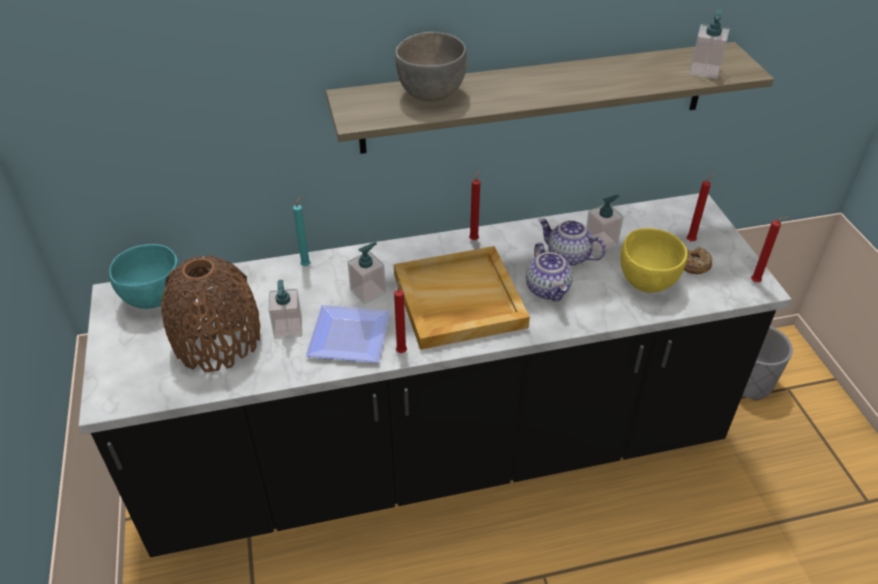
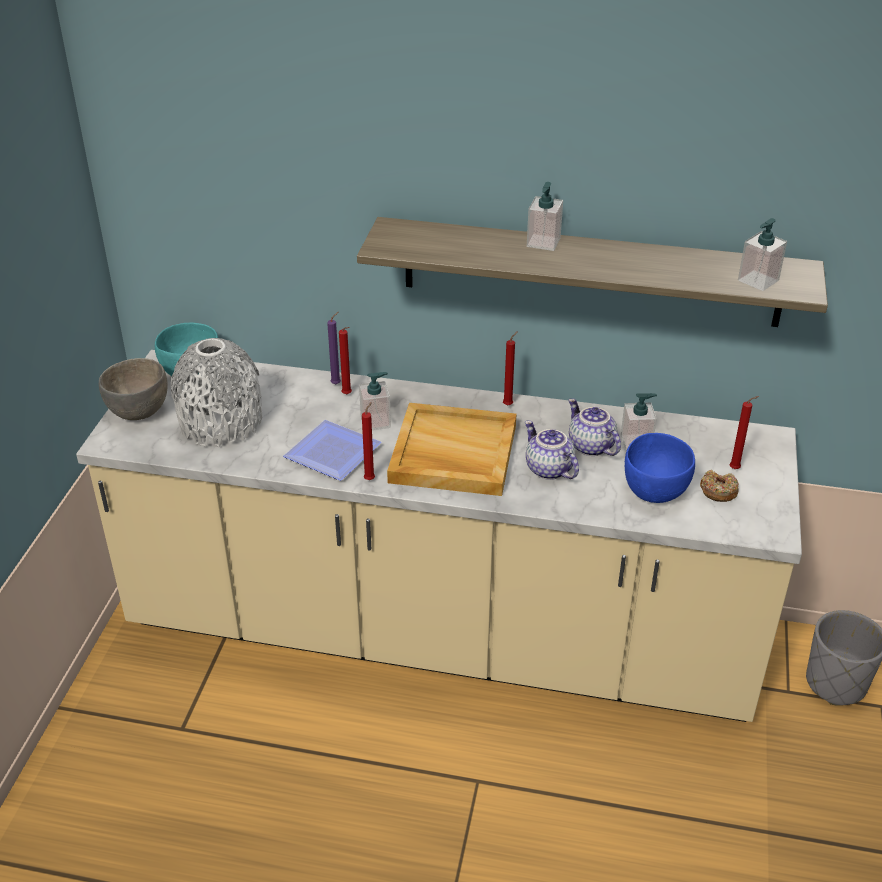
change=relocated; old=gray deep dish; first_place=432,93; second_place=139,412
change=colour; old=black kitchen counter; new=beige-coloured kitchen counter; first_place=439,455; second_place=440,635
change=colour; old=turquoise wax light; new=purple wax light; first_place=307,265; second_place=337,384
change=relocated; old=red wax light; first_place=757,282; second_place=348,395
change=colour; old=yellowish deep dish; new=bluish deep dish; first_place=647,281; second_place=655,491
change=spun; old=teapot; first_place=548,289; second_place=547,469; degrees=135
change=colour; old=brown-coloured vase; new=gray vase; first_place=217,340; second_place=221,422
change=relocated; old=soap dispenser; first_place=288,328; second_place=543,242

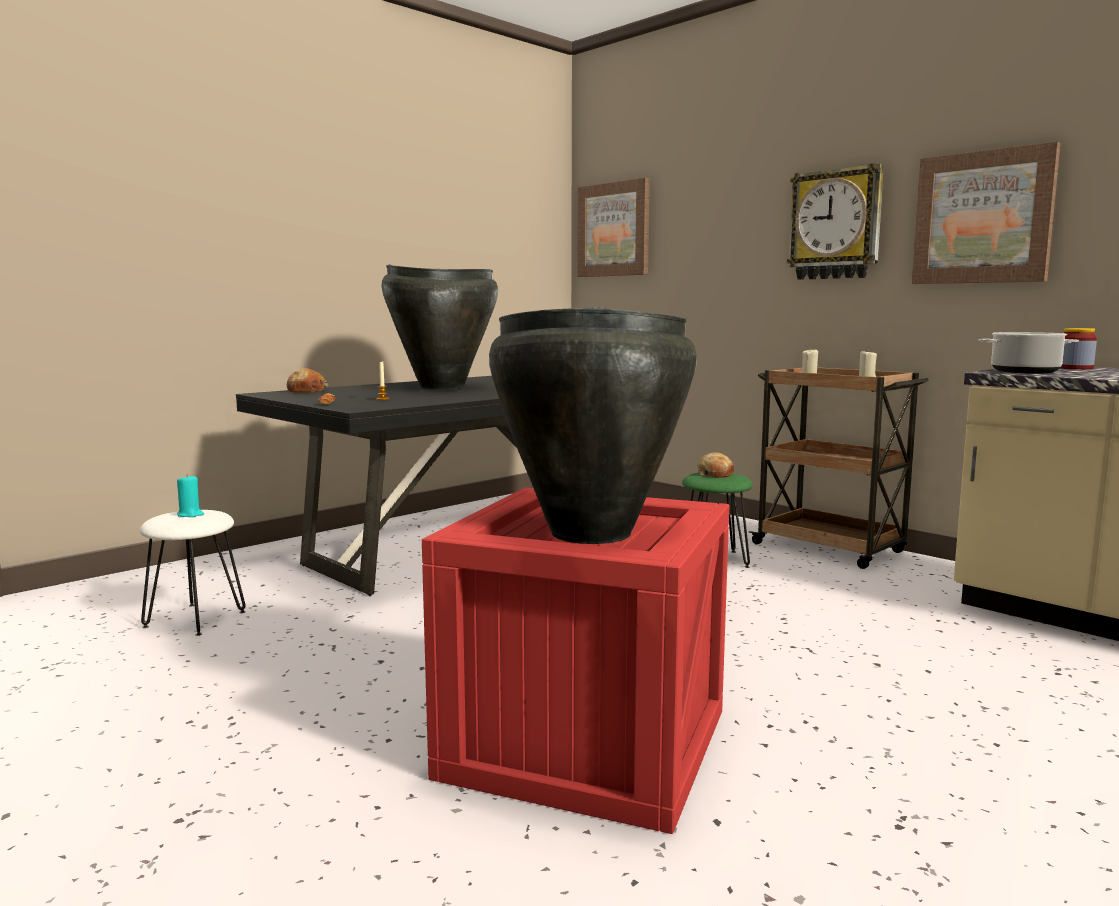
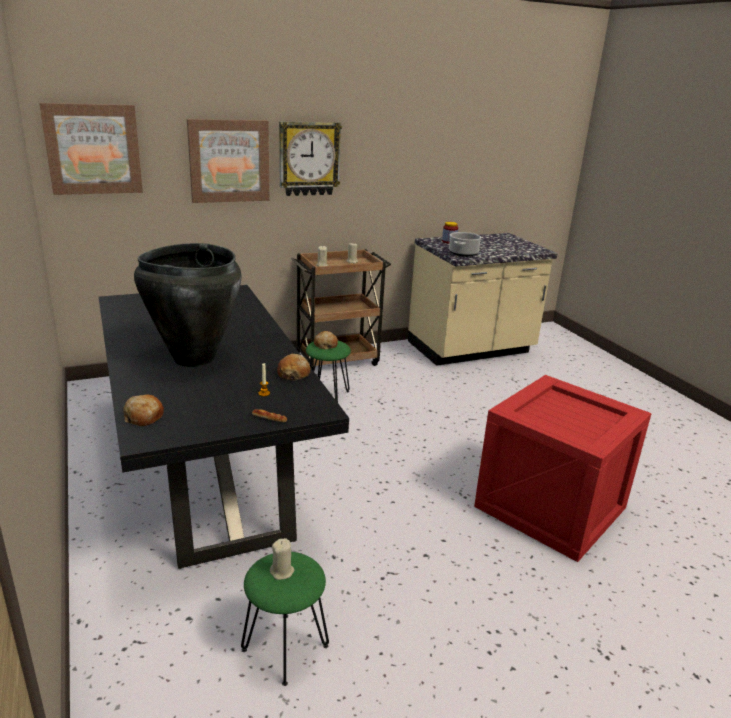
change=relocated; old=picture; first_place=983,218; second_place=229,161
change=missing; old=black vase; first_place=590,533
change=colour; old=turquoise wax light; new=beige-coloured wax light; first_place=190,515; second_place=282,572
change=colour; old=whitish sitting stool; new=green-coloured sitting stool; first_place=194,619; second_place=284,648
change=appeared; new=bread; second_place=293,374

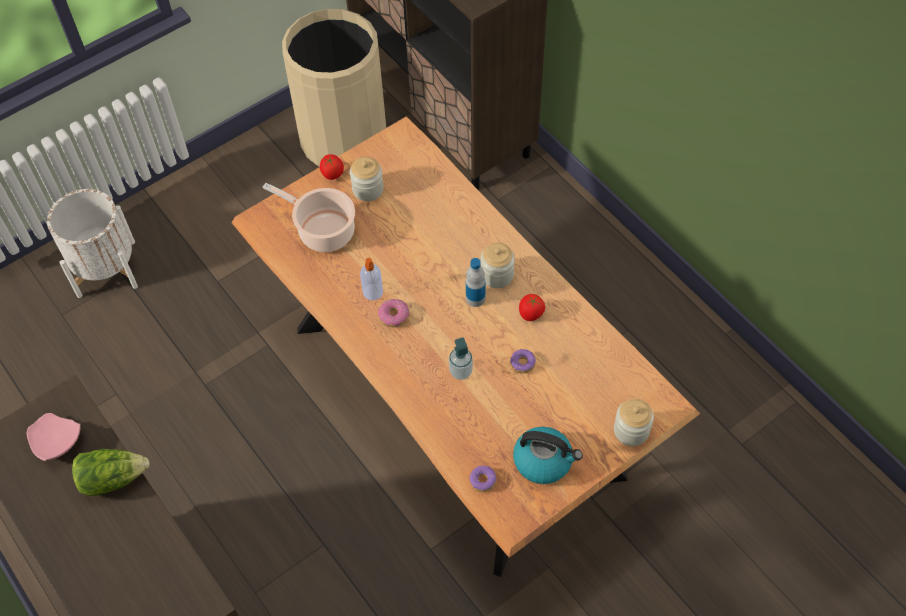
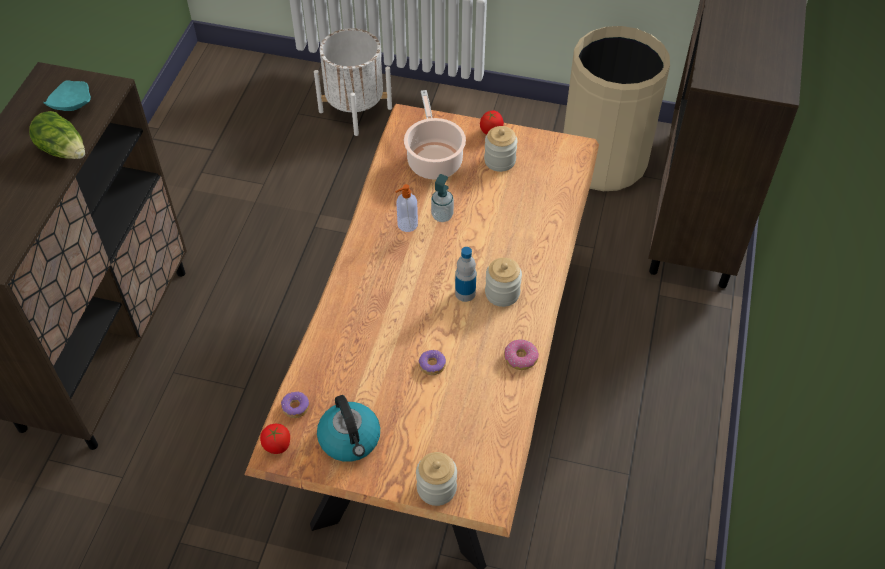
change=relocated; old=whole tomato; first_place=531,314; second_place=277,446
change=relocated; old=doughnut; first_place=394,316; second_place=520,358
change=relocated; old=soap dispenser; first_place=461,371; second_place=442,216
change=colour; old=pink flat dish; new=turquoise flat dish; first_place=56,443; second_place=70,105

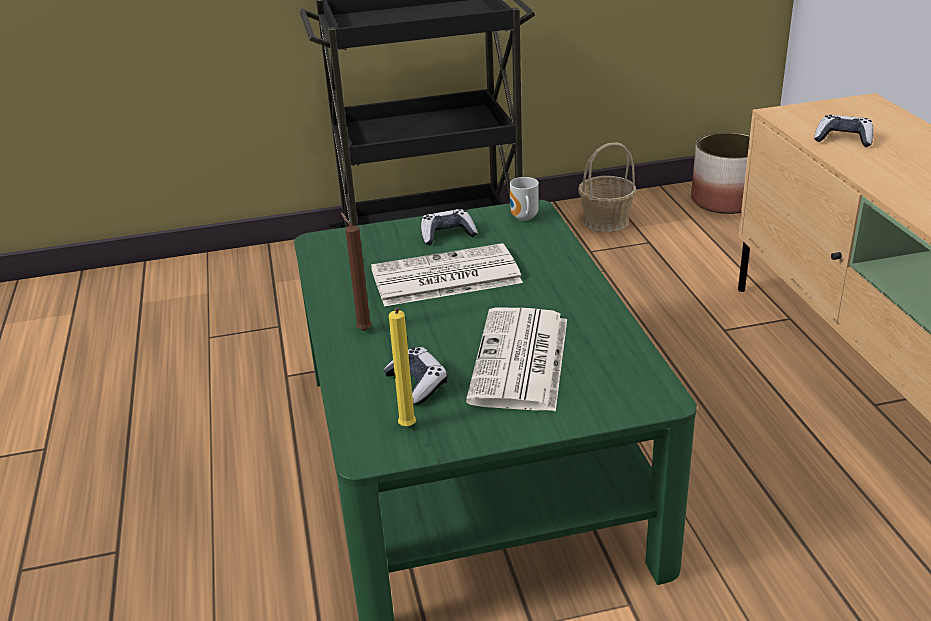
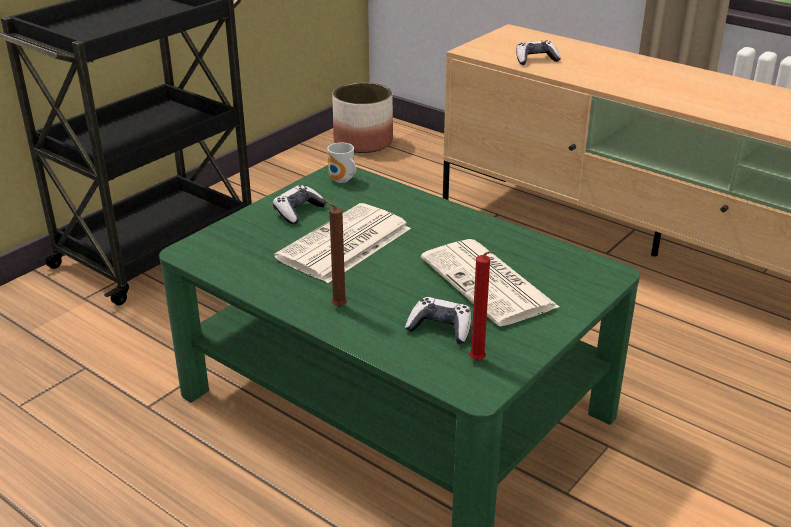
change=missing; old=storage basket; first_place=605,221
change=colour; old=yellowish wax light; new=red wax light; first_place=407,428; second_place=479,362

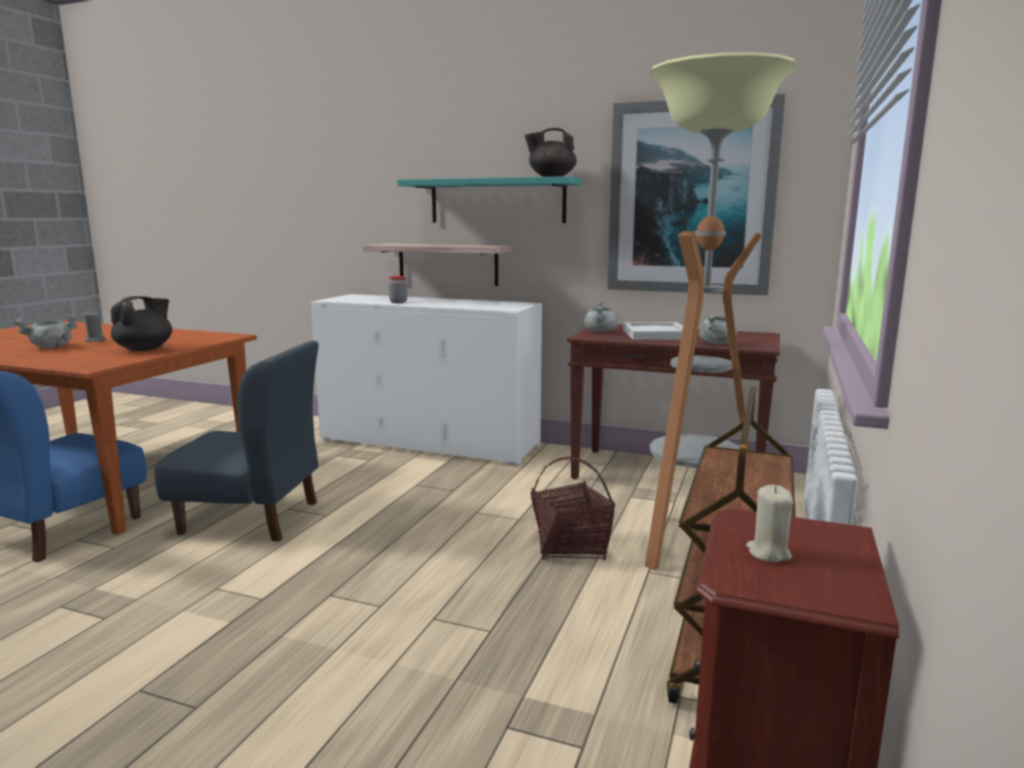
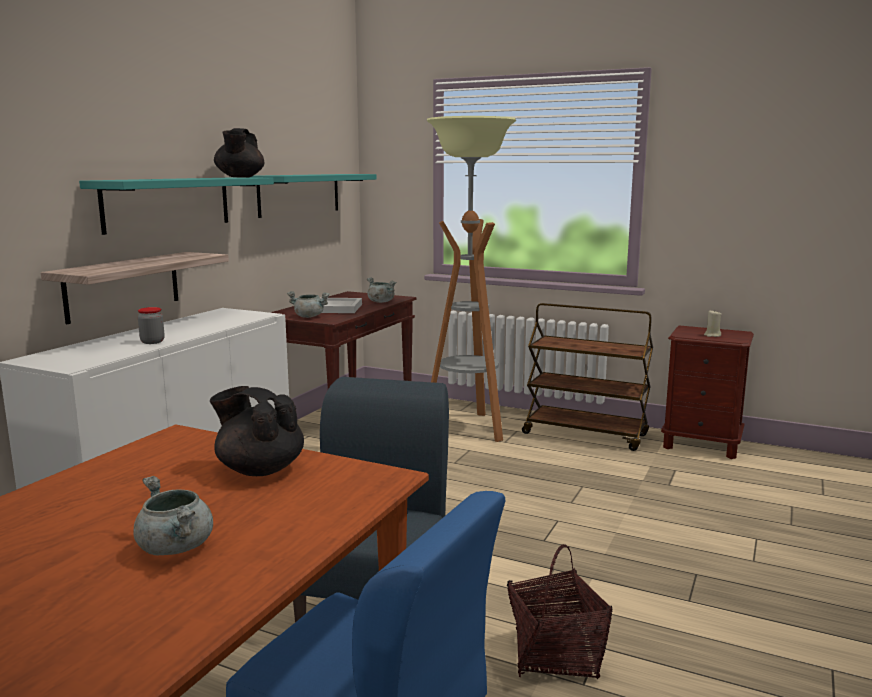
change=exchanged; old=picture; new=turquoise wall shelf; first_place=691,198; second_place=299,194
change=missing; old=gray wax light; first_place=95,340
change=relocated; old=storage basket; first_place=571,547; second_place=555,654

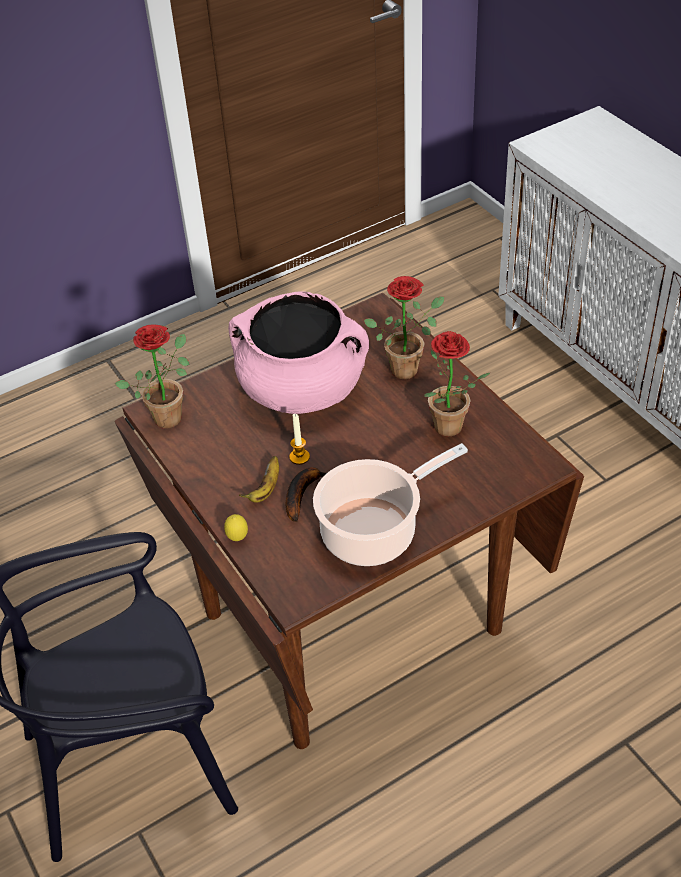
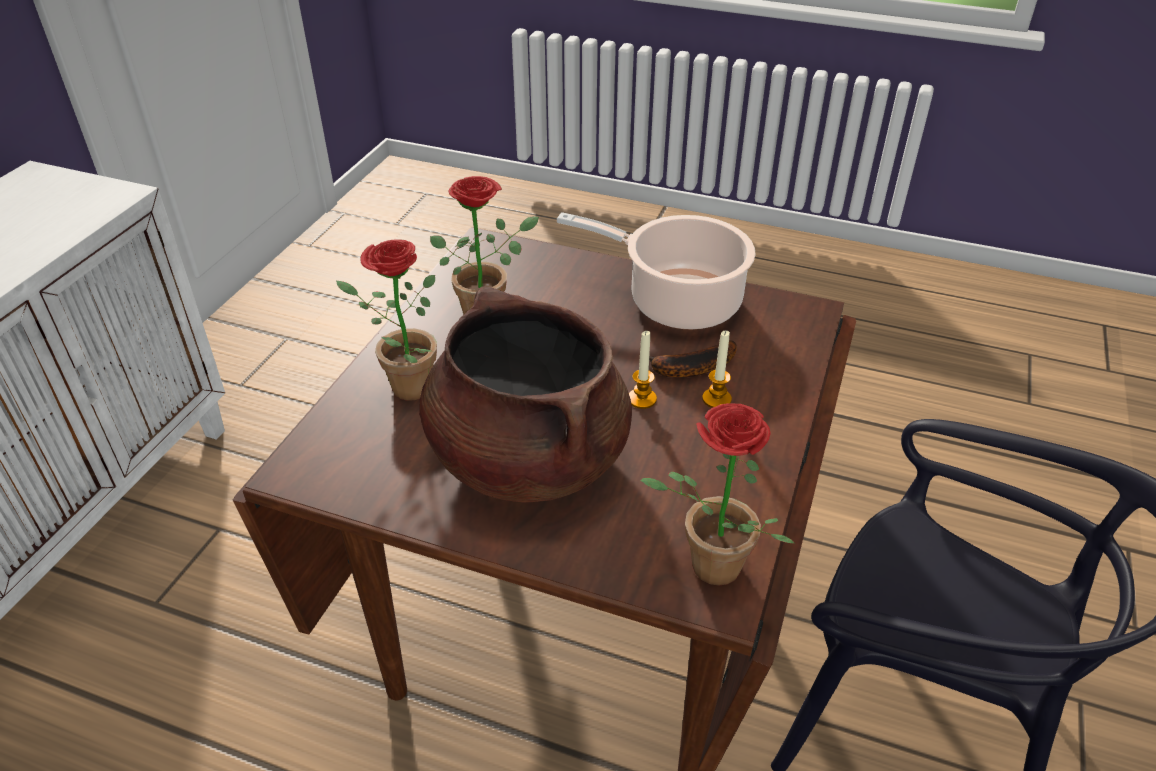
change=colour; old=pink cooking pot; new=brown-coloured cooking pot; first_place=303,389; second_place=527,458
change=exchanged; old=banana fruit; new=wax light; first_place=265,489; second_place=716,399
change=missing; old=citrus fruit; first_place=237,538

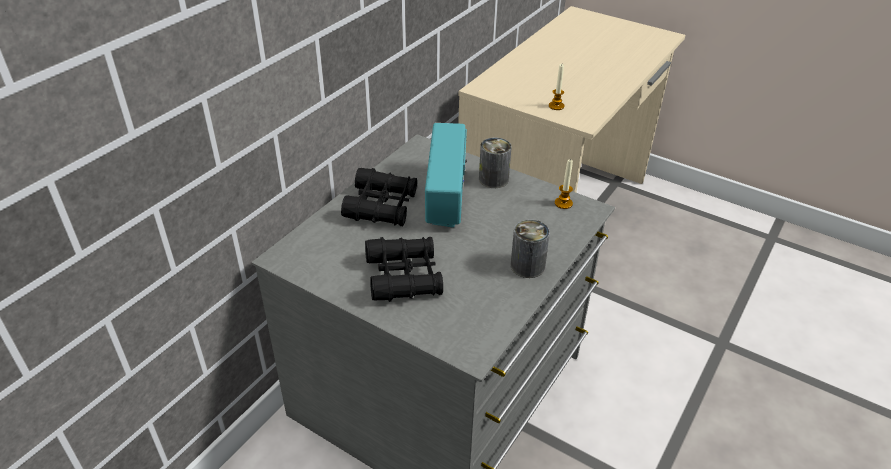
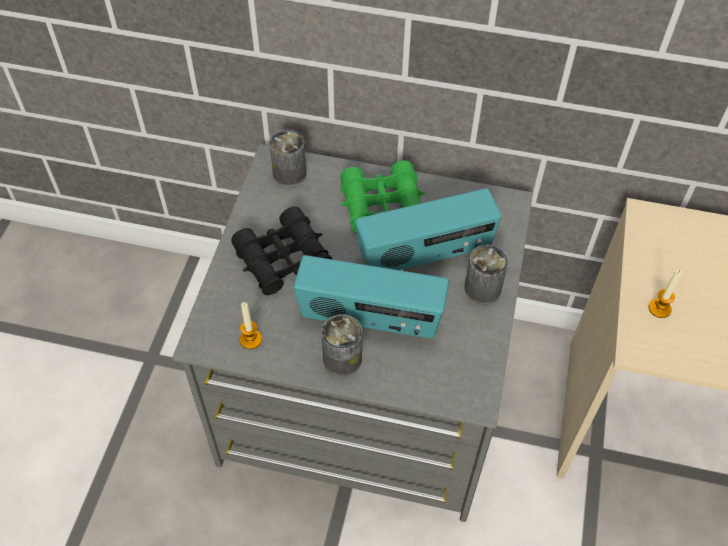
change=relocated; old=wax light; first_place=563,203; second_place=250,339
change=colour; old=black binoculars; new=green-coloured binoculars; first_place=381,206; second_place=382,205
change=appeared; new=can; second_place=289,173
change=appeared; new=radio; second_place=370,319

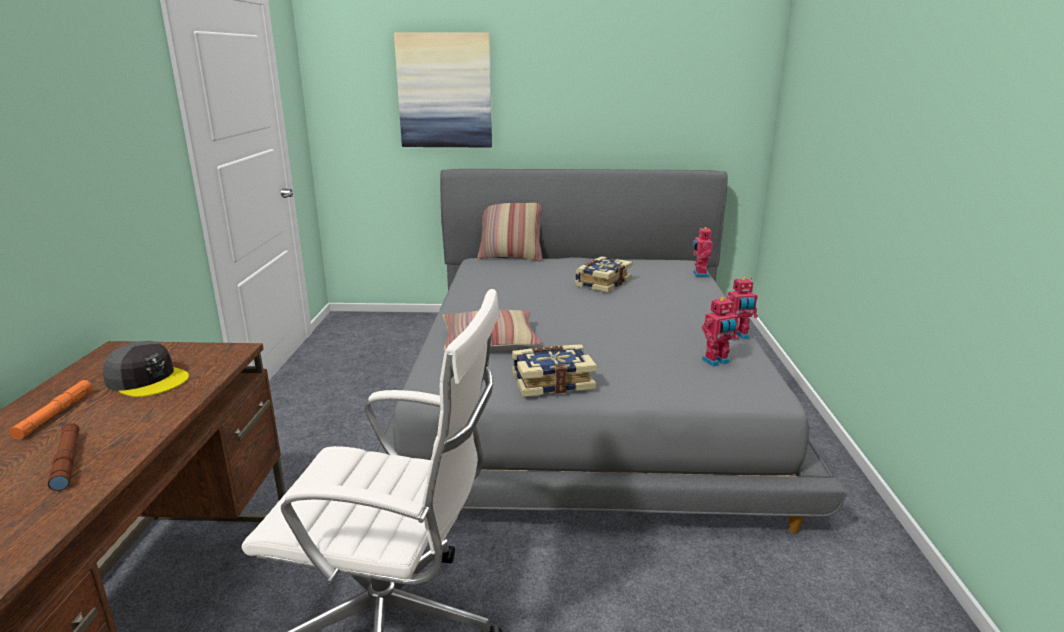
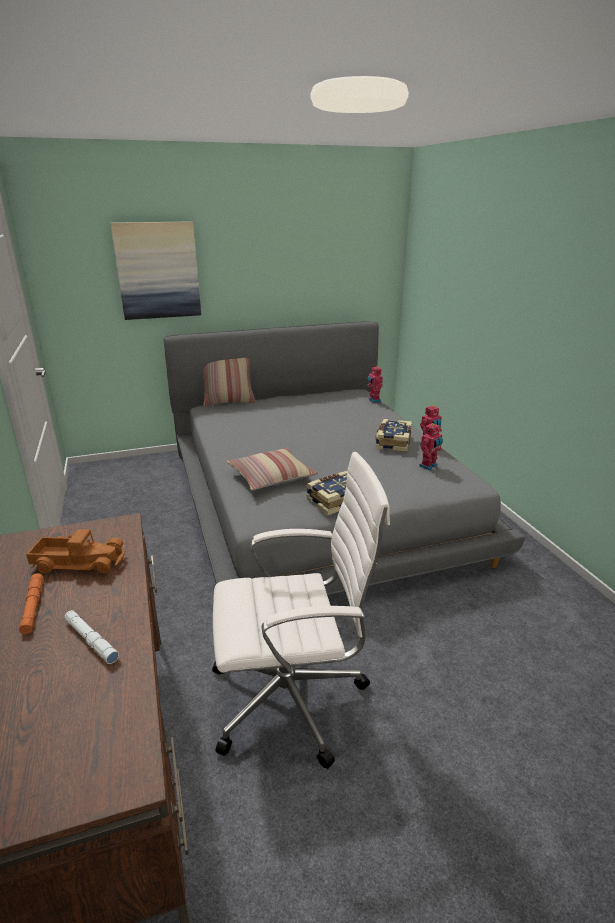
change=relocated; old=bound book; first_place=602,283; second_place=392,442
change=exchanged; old=gray baseball cap; new=model truck; first_place=148,380; second_place=79,561
change=colour; old=brown-coloured torch; new=whitish torch; first_place=67,461; second_place=91,640

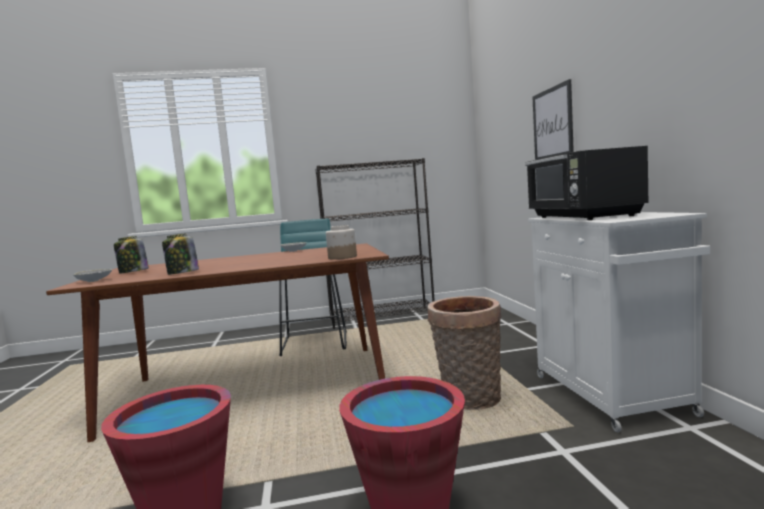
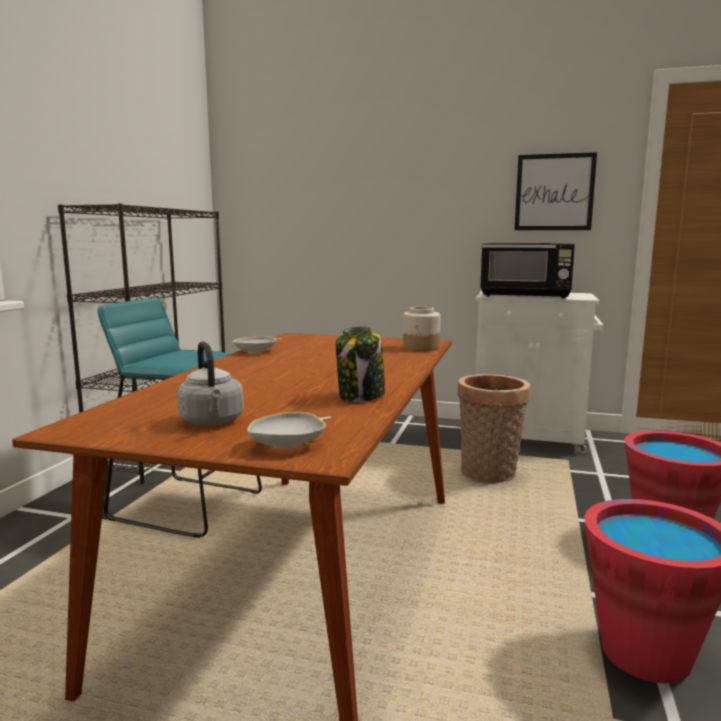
change=relocated; old=picture; first_place=552,123; second_place=554,192
change=exchanged; old=jar; new=gray water kettle; first_place=133,272; second_place=212,421

